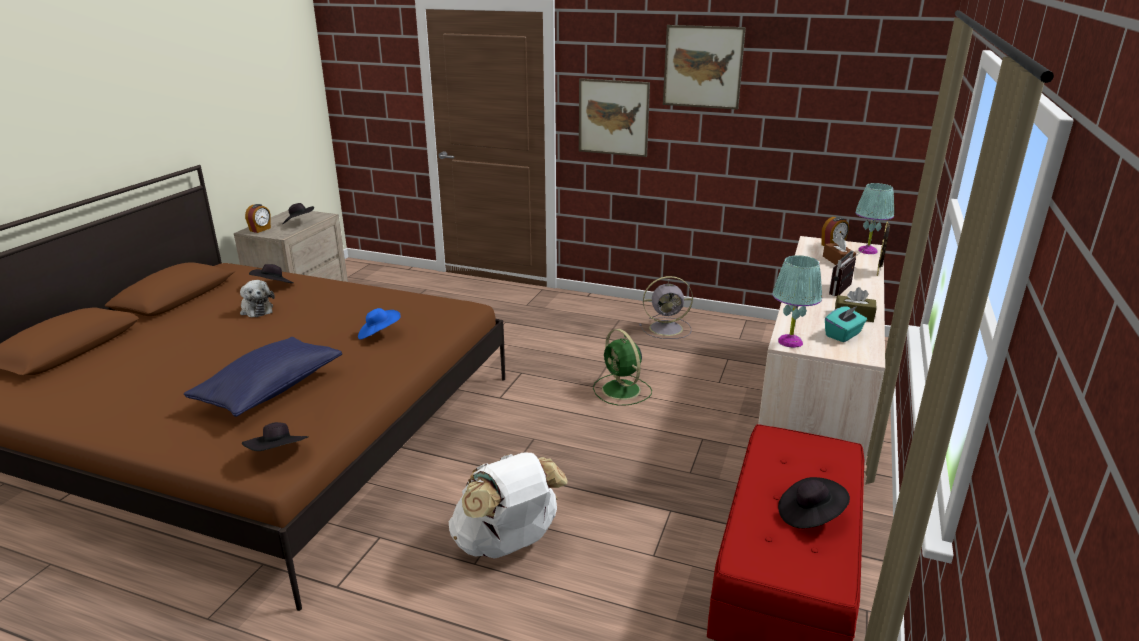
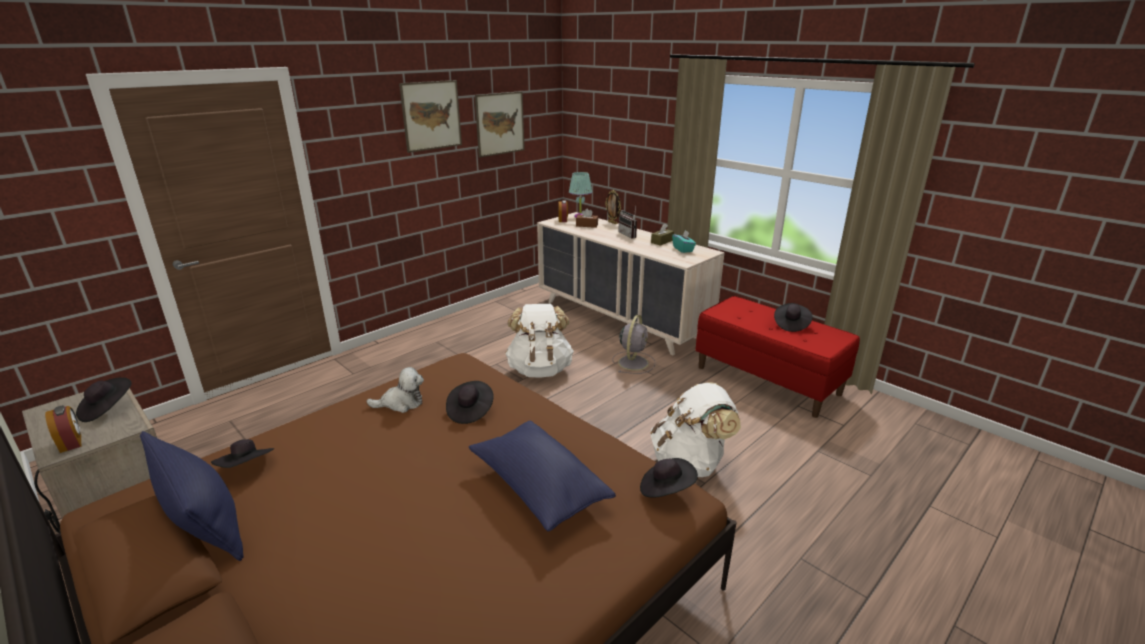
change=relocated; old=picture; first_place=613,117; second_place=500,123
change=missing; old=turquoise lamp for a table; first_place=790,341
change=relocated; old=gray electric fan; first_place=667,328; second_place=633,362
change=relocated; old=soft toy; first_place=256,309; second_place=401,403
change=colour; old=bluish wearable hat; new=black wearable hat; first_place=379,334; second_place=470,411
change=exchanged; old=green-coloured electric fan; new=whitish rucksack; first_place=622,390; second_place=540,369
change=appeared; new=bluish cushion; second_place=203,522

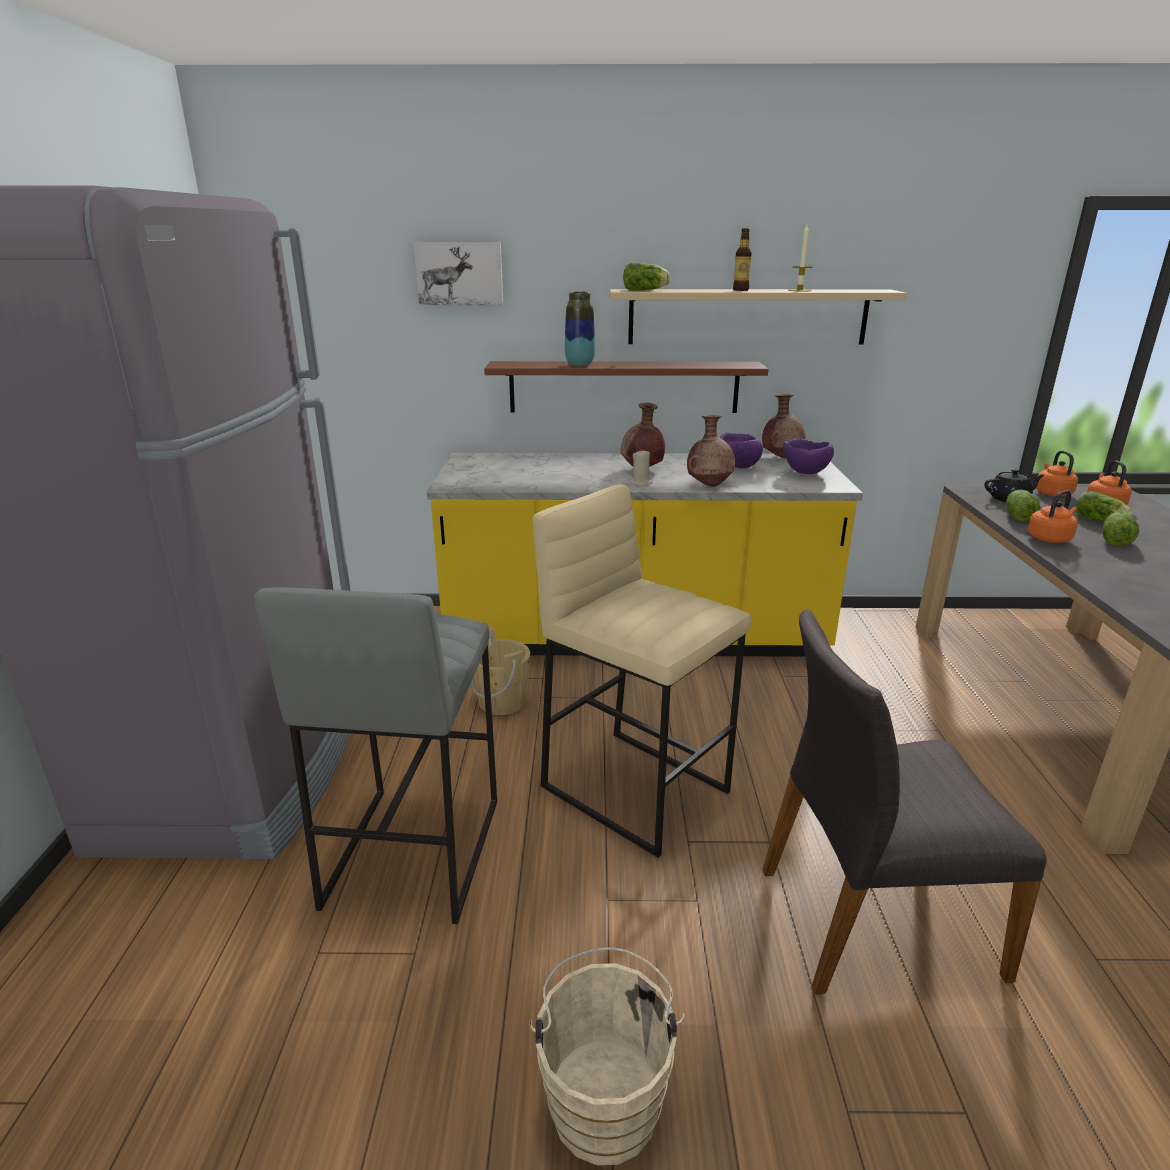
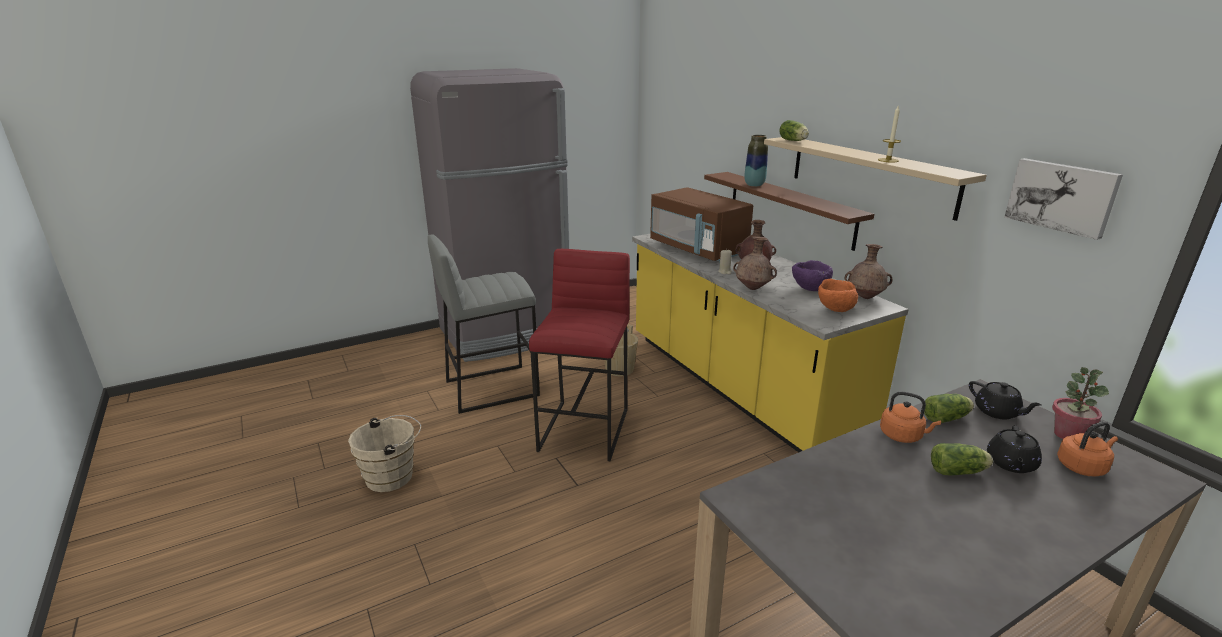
change=missing; old=drink bottle; first_place=740,290
change=relocated; old=picture; first_place=460,274; second_place=1061,196
change=colour; old=purple deep dish; new=orangey deep dish; first_place=804,474; second_place=835,310
change=exchanged; old=orangey water kettle; new=plant in a pot; first_place=1052,493; second_place=1068,435
change=colour; old=beige-coloured sitting stool; new=red sitting stool; first_place=636,788; second_place=585,430
change=exchanged; old=head of lettuce; new=black teapot; first_place=1100,521; second_place=1010,464
change=missing; old=gray plain chair; first_place=873,918
change=appeared; new=brown-coloured microwave oven; second_place=698,250

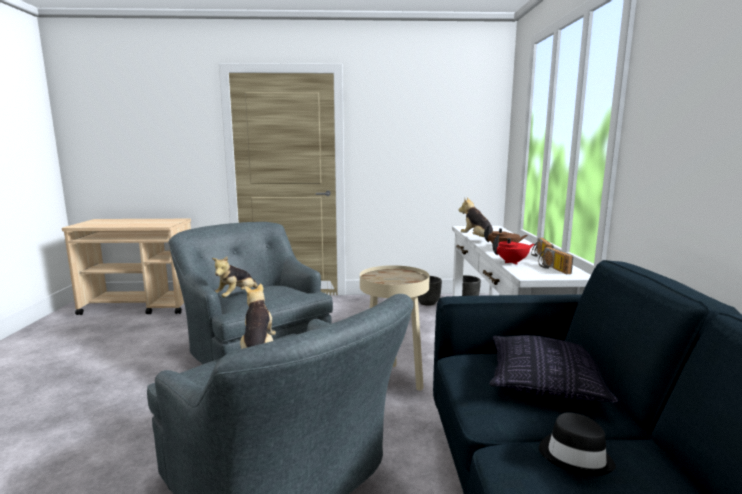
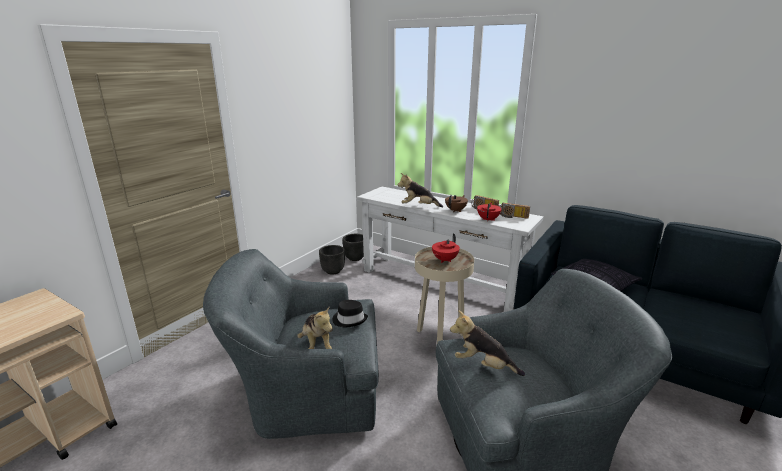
change=relocated; old=black wearable hat; first_place=575,456; second_place=349,319
change=appeared; new=red teapot; second_place=444,260

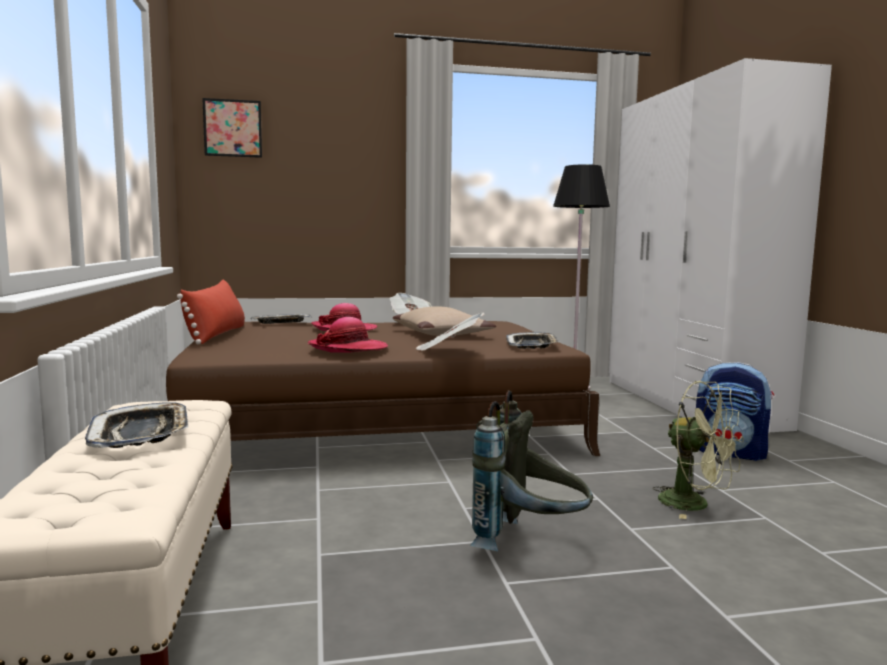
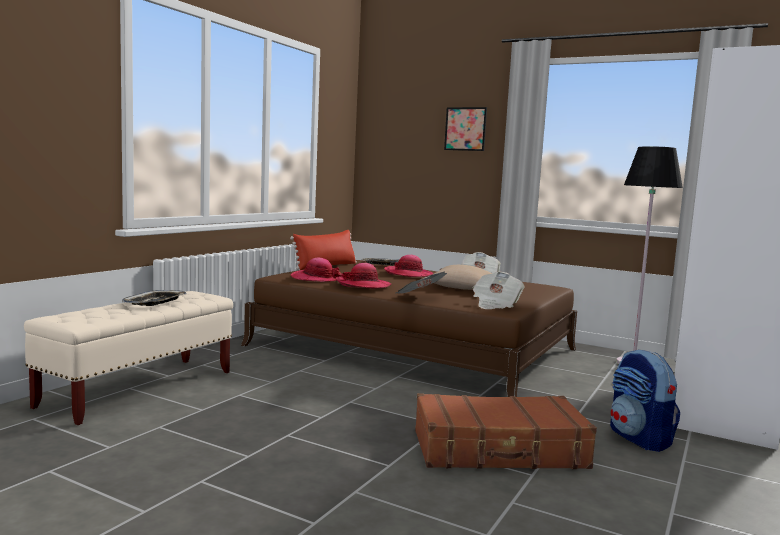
change=relocated; old=picture; first_place=232,128; second_place=465,129
change=exchanged; old=serving tray; new=printed paper; first_place=532,345; second_place=495,305
change=exchanged; old=green-coloured electric fan; new=brown-coloured piece of luggage; first_place=695,505; second_place=499,450
change=missing; old=gray rucksack; first_place=530,543
change=appeared; new=wearable hat; second_place=317,278

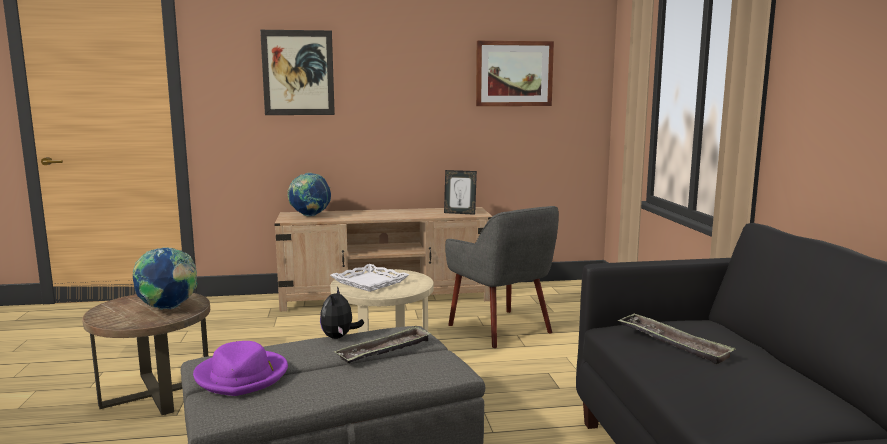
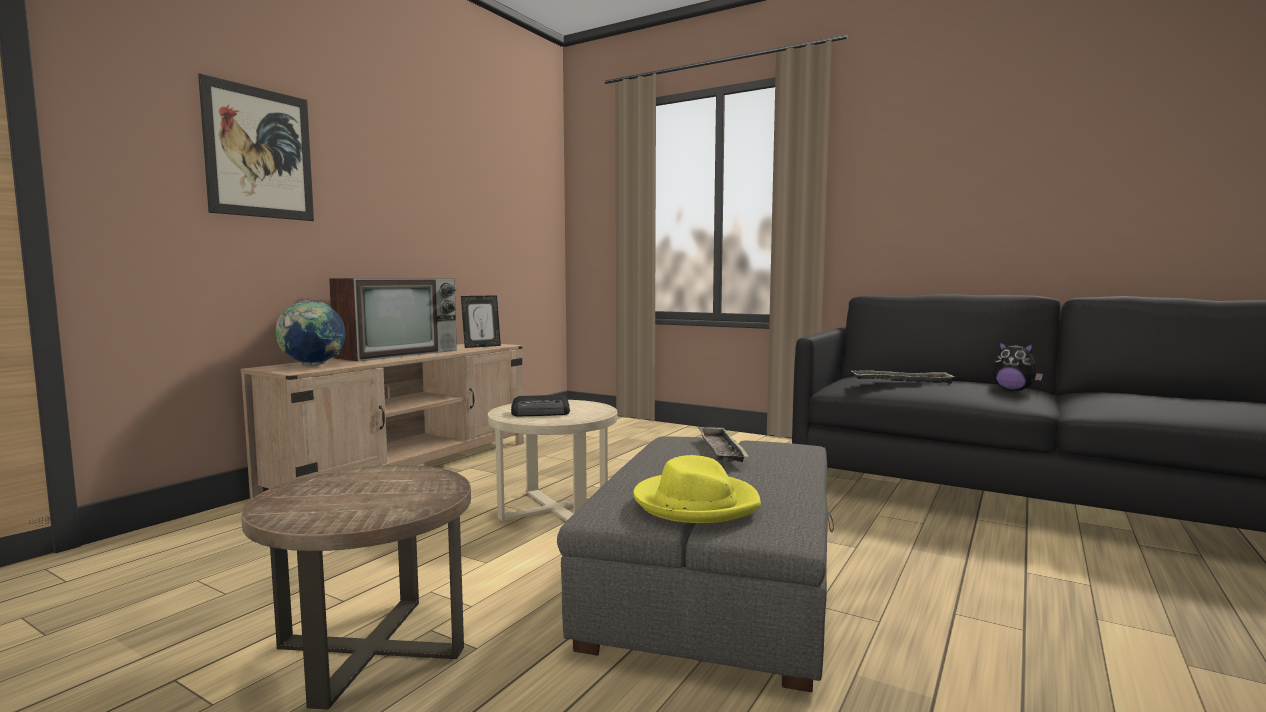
change=missing; old=picture; first_place=514,73
change=missing; old=gray armchair; first_place=501,329
change=missing; old=desk globe; first_place=168,308
change=exchanged; old=whitish serving tray; new=radio; first_place=370,282; second_place=541,413
change=relocated; old=soft toy; first_place=339,337; second_place=1013,390
change=colour; old=purple wearable hat; new=yellowish wearable hat; first_place=242,376; second_place=695,502
change=appeared; new=television; second_place=400,354

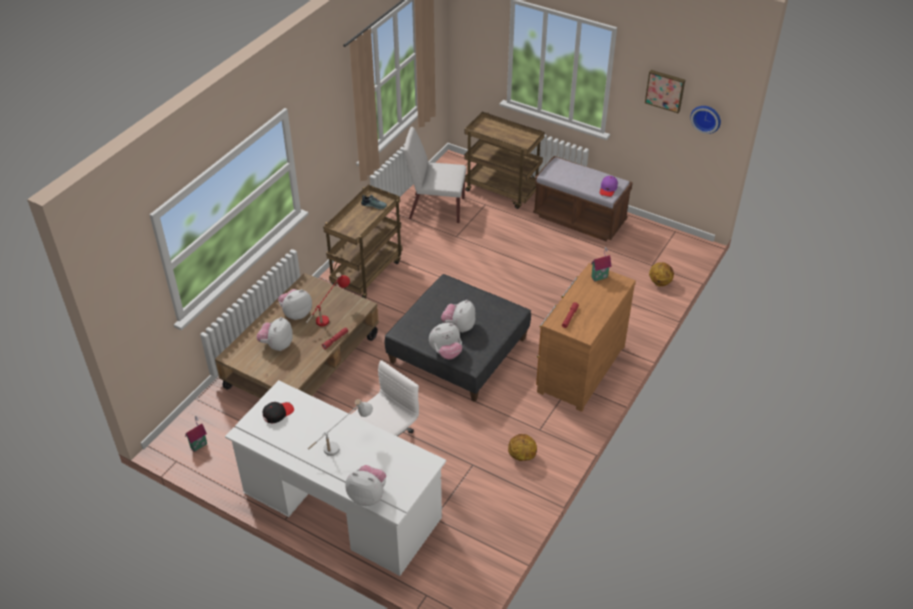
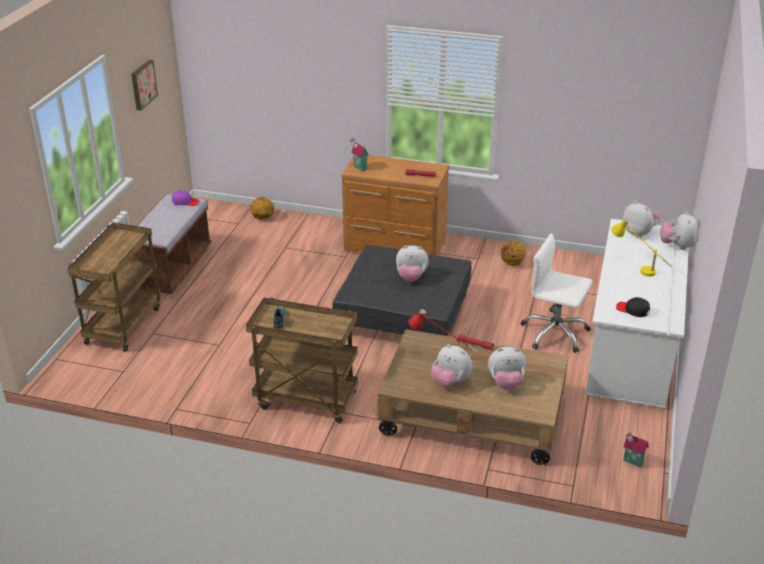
change=missing; old=clock on the wall; first_place=706,118
change=missing; old=whitish plain chair; first_place=436,208
change=relocated; old=soft toy; first_place=446,352; second_place=639,233
change=colour; old=whitish lamp for a table; new=yellowish lamp for a table; first_place=342,444; second_place=638,268

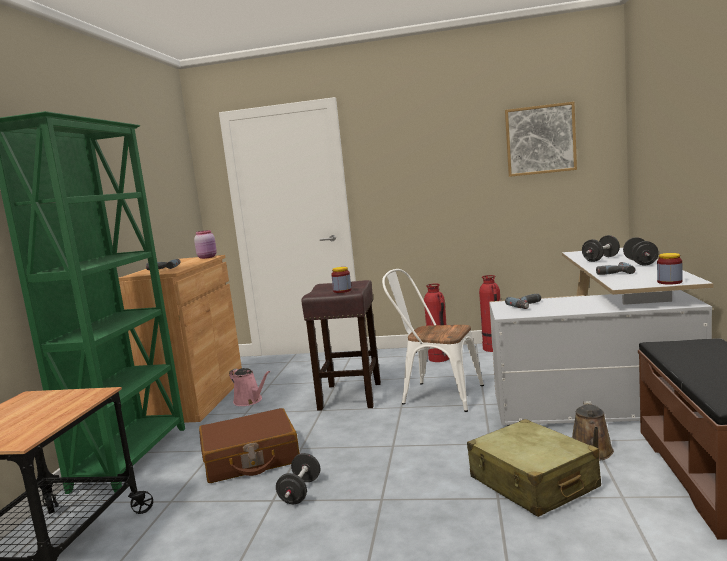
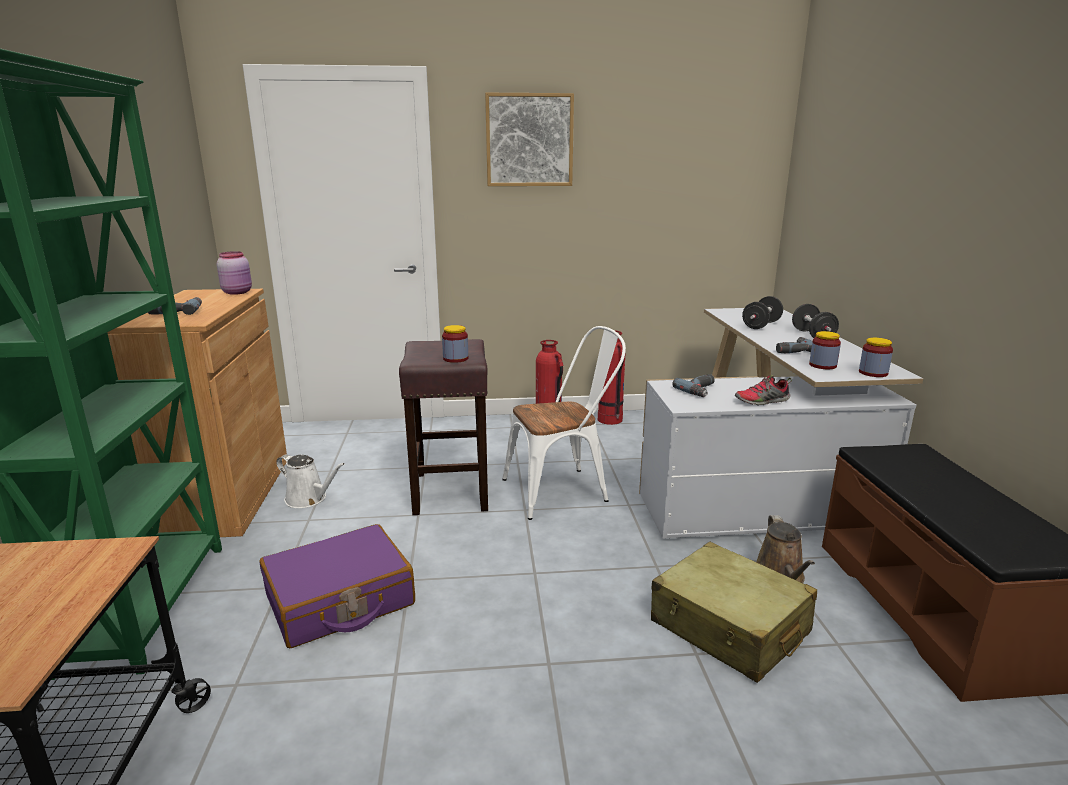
change=relocated; old=picture; first_place=540,140; second_place=529,140
change=spun; old=whitish plain chair; first_place=436,395; second_place=563,490; degrees=150
change=colour; old=pink watering pot; new=whitish watering pot; first_place=250,401; second_place=309,499
change=colour; old=brown-coloured piece of luggage; new=purple piece of luggage; first_place=250,459; second_place=340,601
change=missing; old=black free weight; first_place=300,492
change=appeared; new=jar; second_place=822,365
change=appeared; new=shoe; second_place=762,401

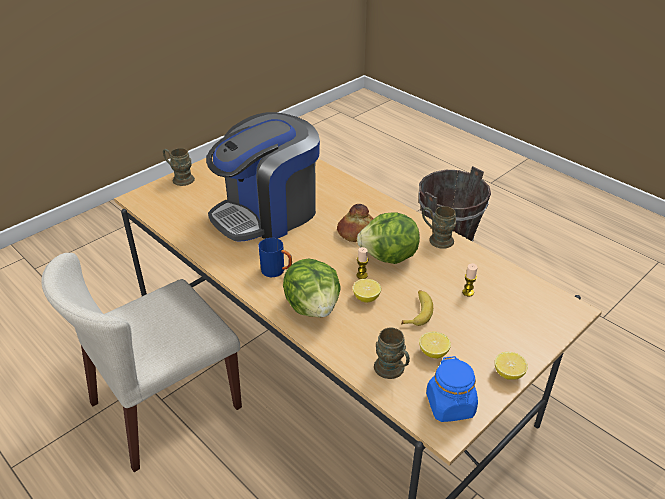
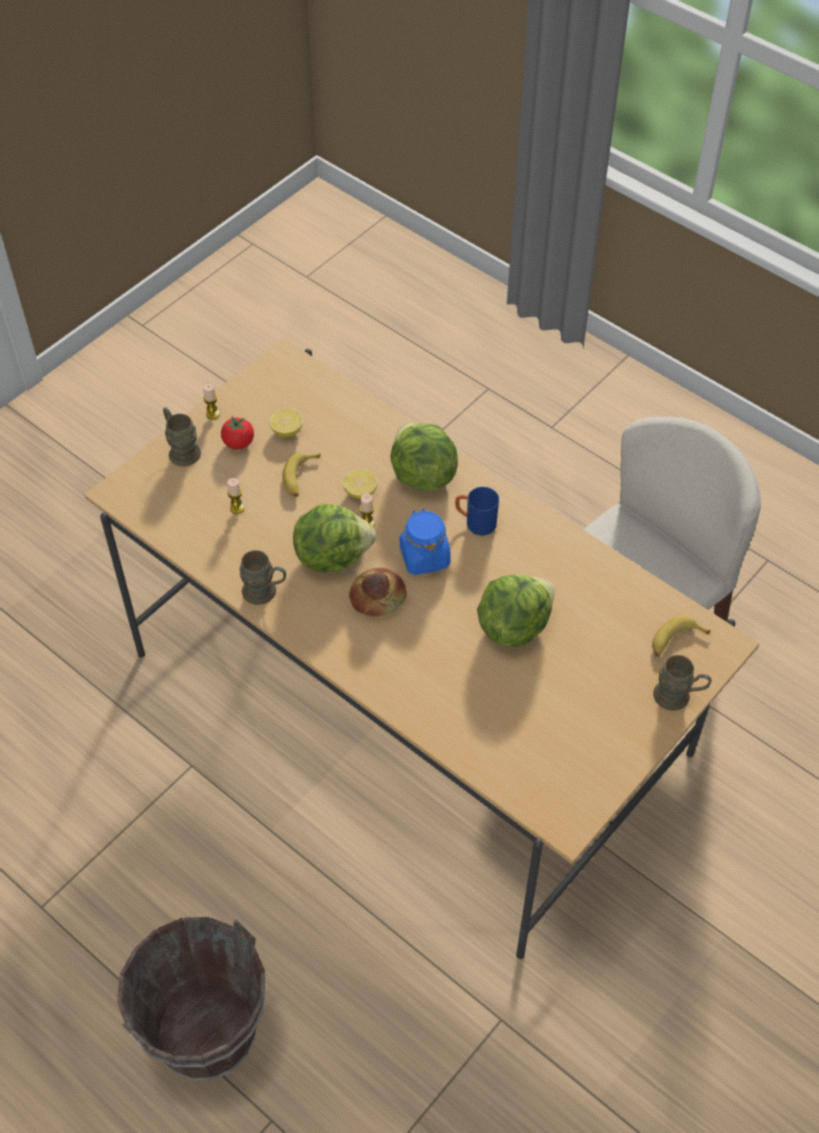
change=exchanged; old=coffee maker; new=head of lettuce; first_place=267,213; second_place=513,626
change=relocated; old=brown-coloured mug; first_place=392,371; second_place=181,450
change=exchanged; old=citrus fruit; new=wax light; first_place=508,373; second_place=212,414
change=relocated; old=bluish jar; first_place=450,406; second_place=424,557
change=appeared; new=whole tomato; second_place=238,443
change=appeared; new=banana fruit; second_place=675,641

